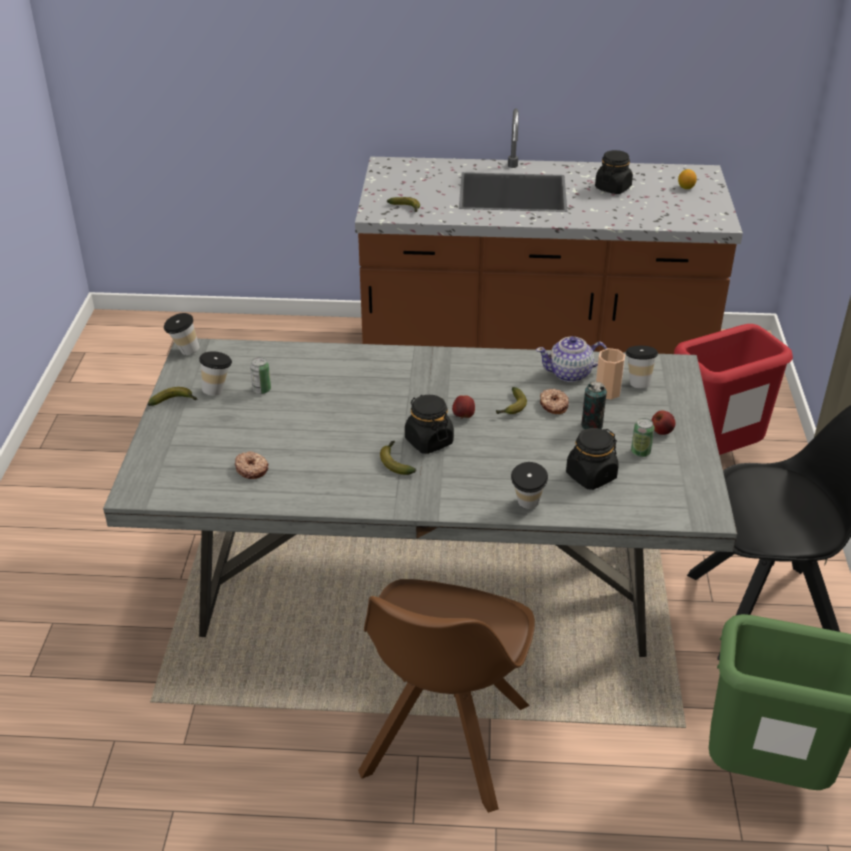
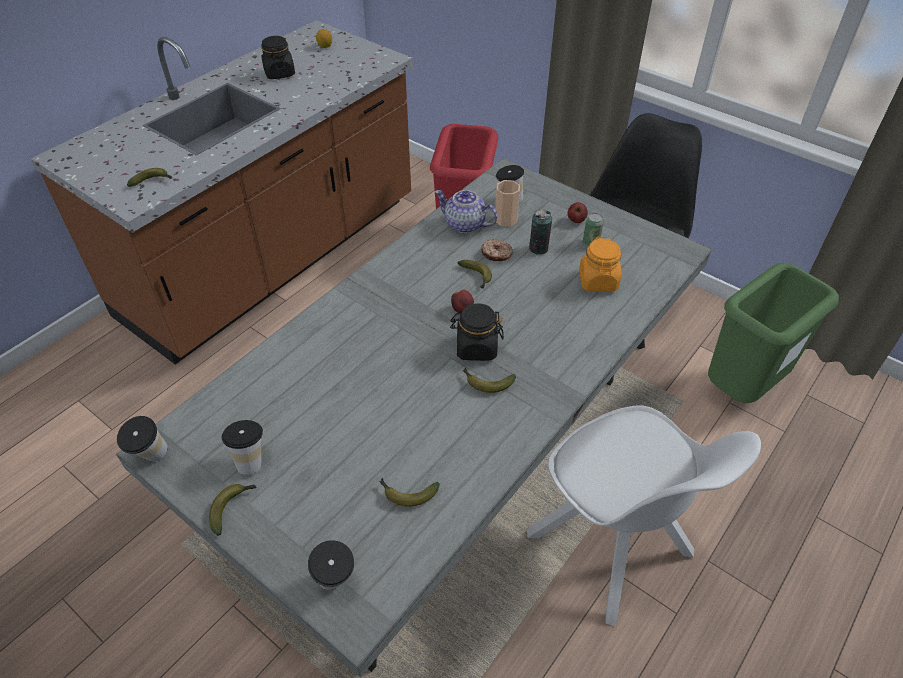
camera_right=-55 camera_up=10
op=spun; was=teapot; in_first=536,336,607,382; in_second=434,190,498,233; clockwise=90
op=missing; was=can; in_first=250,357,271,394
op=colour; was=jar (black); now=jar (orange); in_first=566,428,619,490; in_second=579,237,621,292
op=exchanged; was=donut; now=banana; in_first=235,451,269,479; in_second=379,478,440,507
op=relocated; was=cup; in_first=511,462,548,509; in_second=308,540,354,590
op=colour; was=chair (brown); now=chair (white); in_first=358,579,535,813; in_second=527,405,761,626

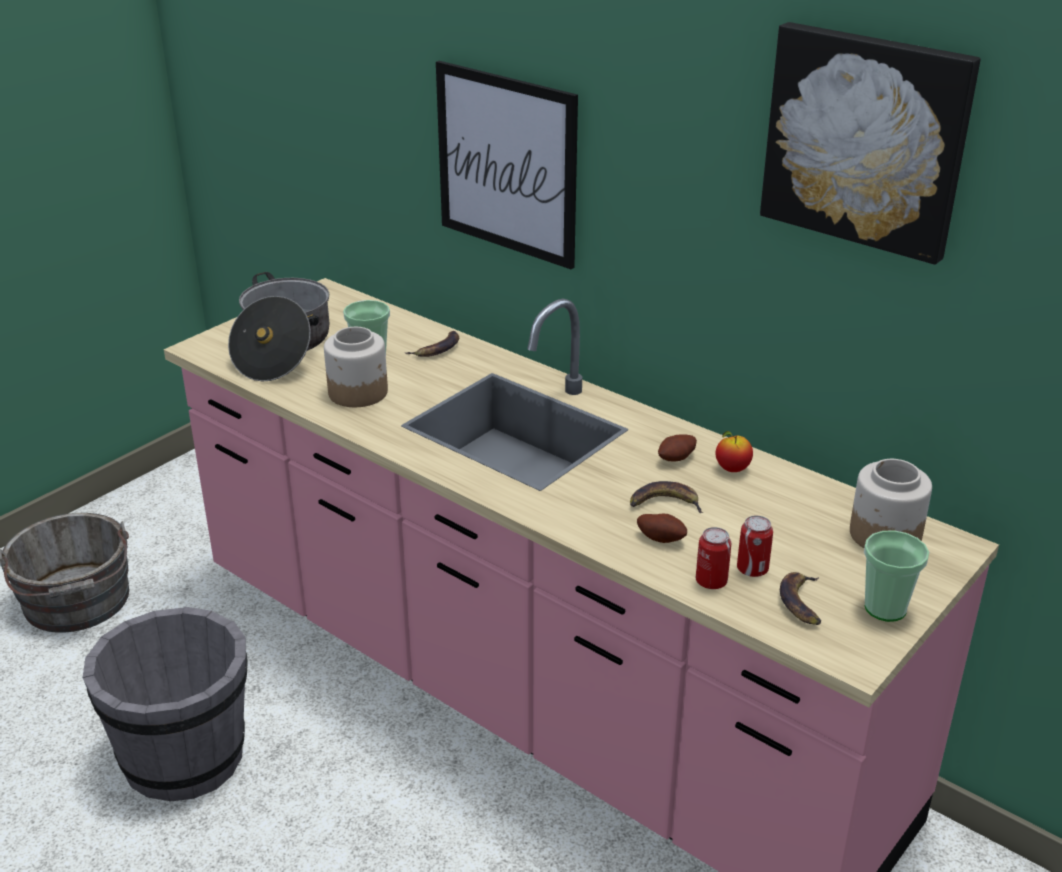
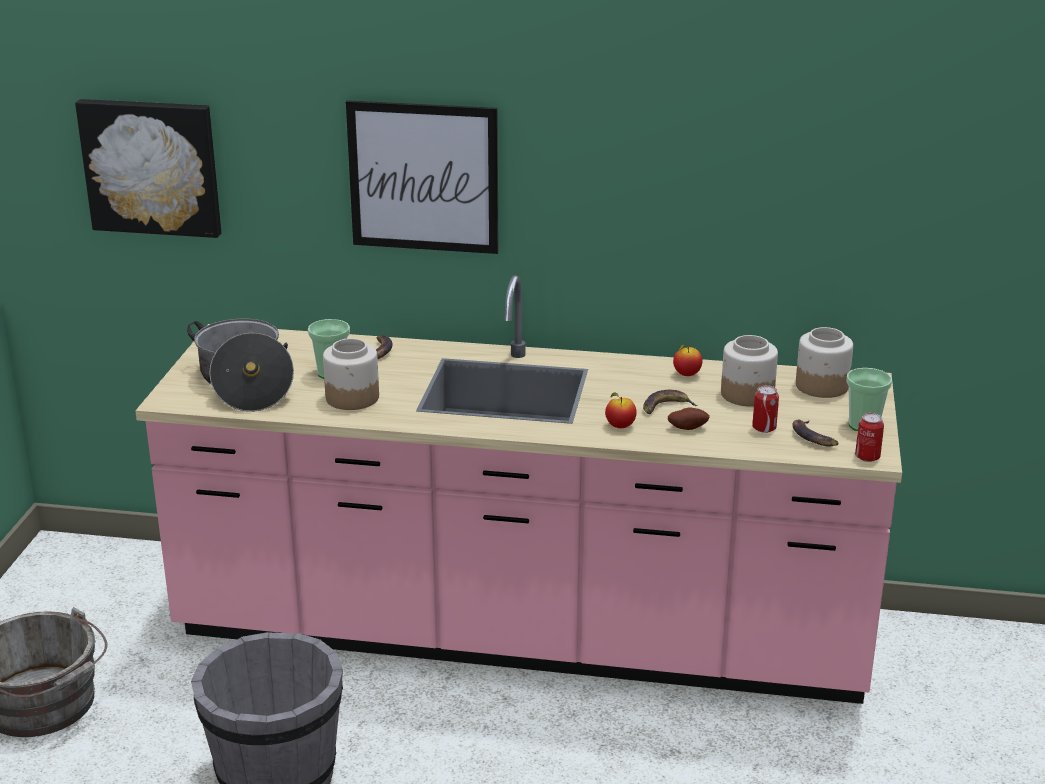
camera_right=-30 camera_up=-5
op=relocated; was=picture; in_first=760,22,981,265; in_second=75,99,221,238
op=missing; was=potato; in_first=658,434,697,461
op=relocated; was=can; in_first=696,527,731,589; in_second=855,413,884,462
op=appeared; now=jar; in_second=721,335,778,406
op=appeared; now=apple; in_second=605,392,637,428

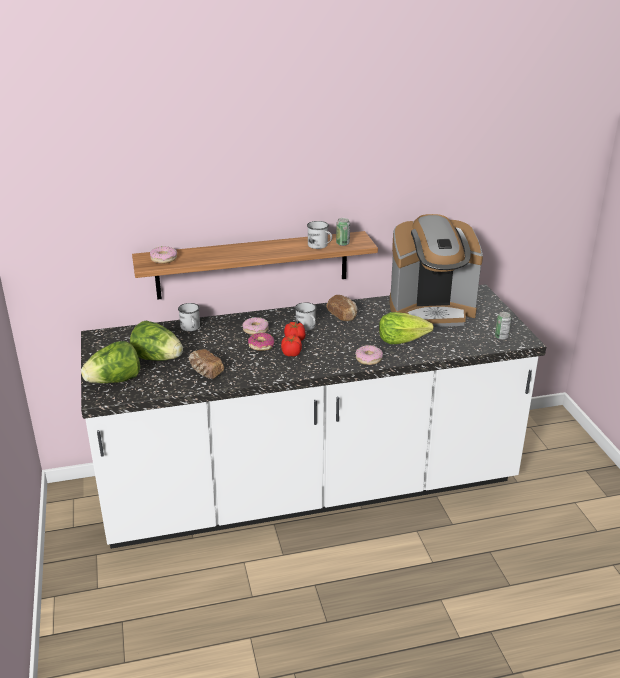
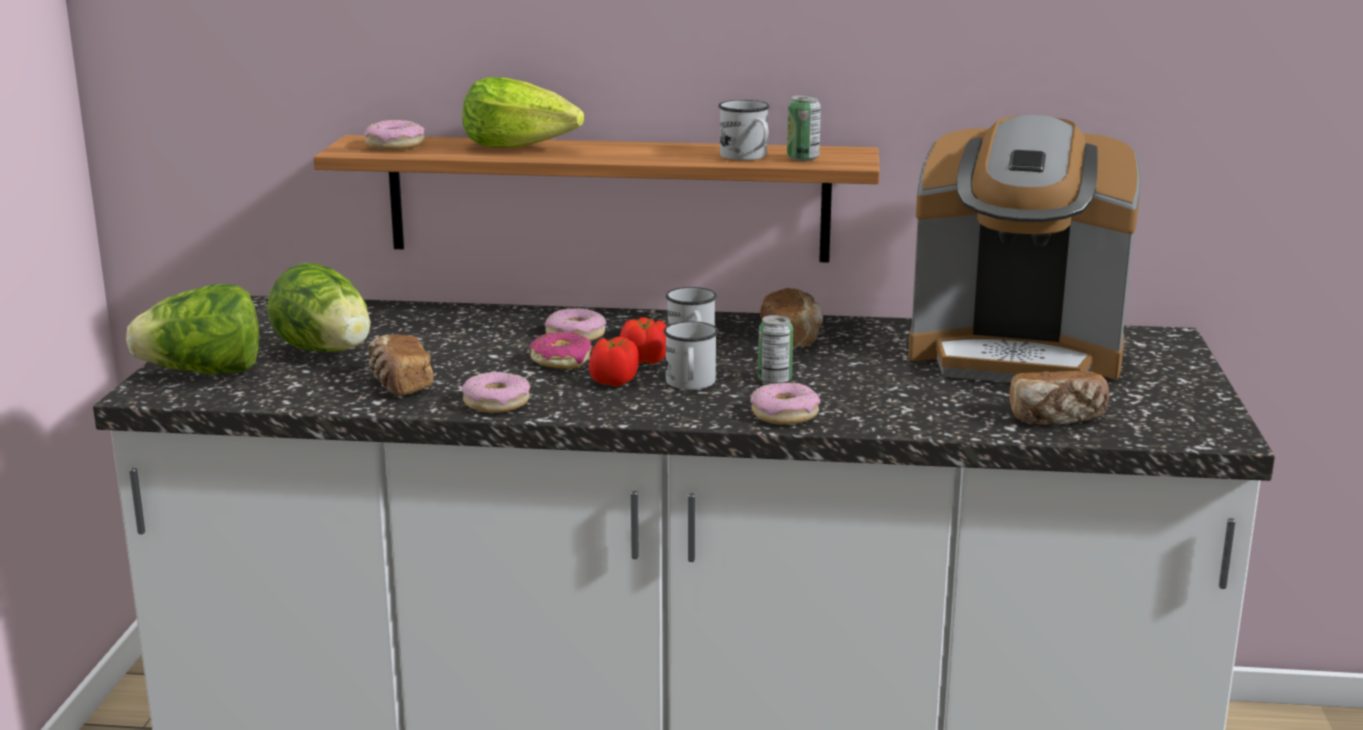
camera_right=20 camera_up=-10
op=relocated; was=mug (white); in_first=178,303,200,331; in_second=663,321,718,390
op=relocated; was=lettuce; in_first=379,312,434,344; in_second=463,77,584,148
op=relocated; was=can; in_first=495,312,511,340; in_second=758,315,793,384
op=appeared; now=bread; in_second=1009,371,1109,425
op=appeared; now=donut; in_second=462,372,530,413

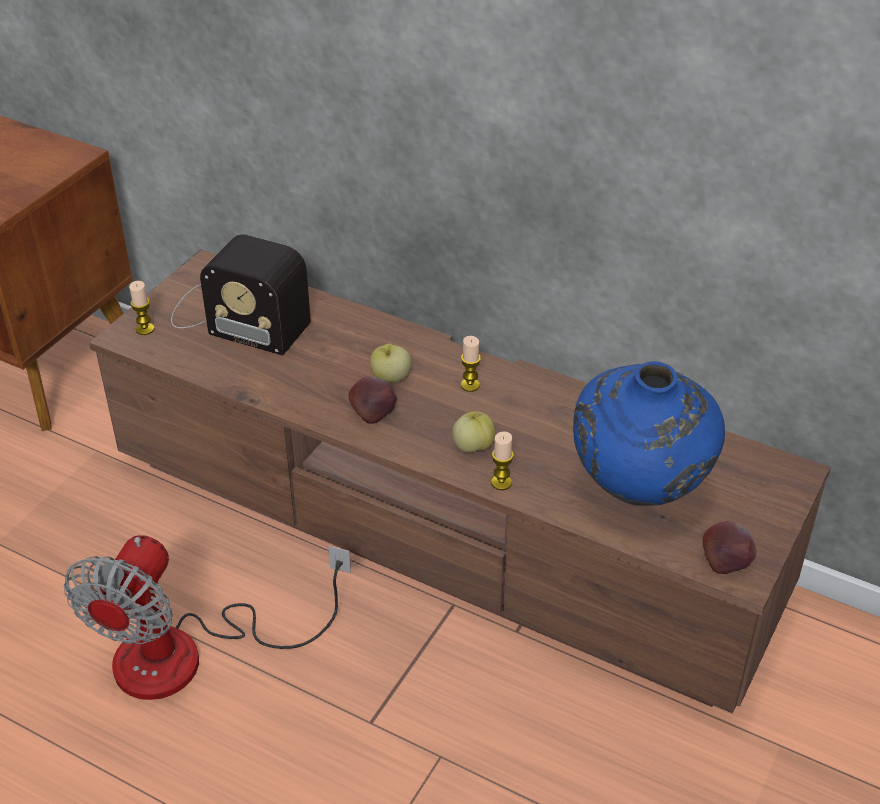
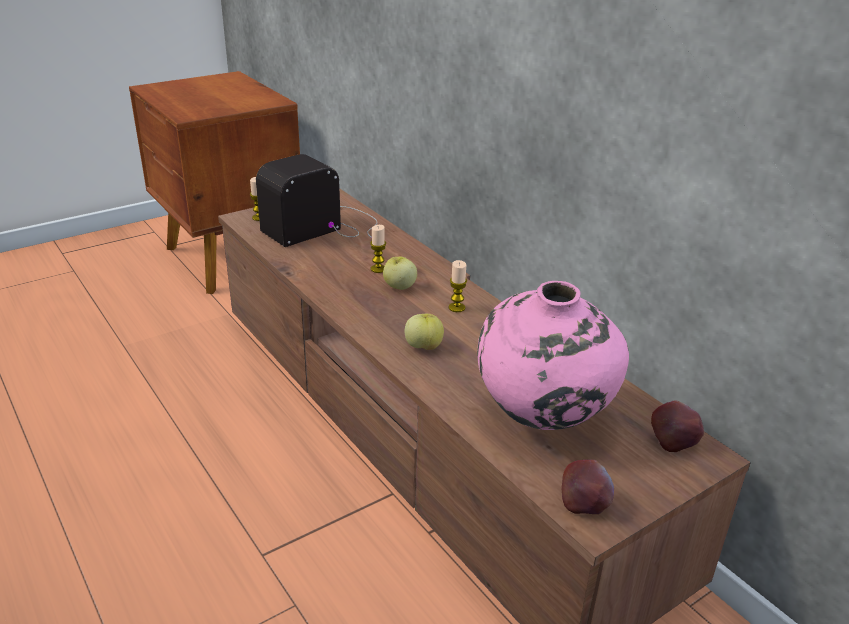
camera_right=25 camera_up=-10
op=spun; was=radio; in_first=171,234,311,356; in_second=256,154,377,247; clockwise=90
op=colour; was=vase (blue); now=vase (pink); in_first=573,361,725,506; in_second=477,281,629,430
op=relocated; was=apple; in_first=349,376,397,424; in_second=651,400,704,452
op=relocated; was=candle; in_first=491,431,514,490; in_second=370,225,386,273
op=missing; was=fan; in_first=64,535,351,700

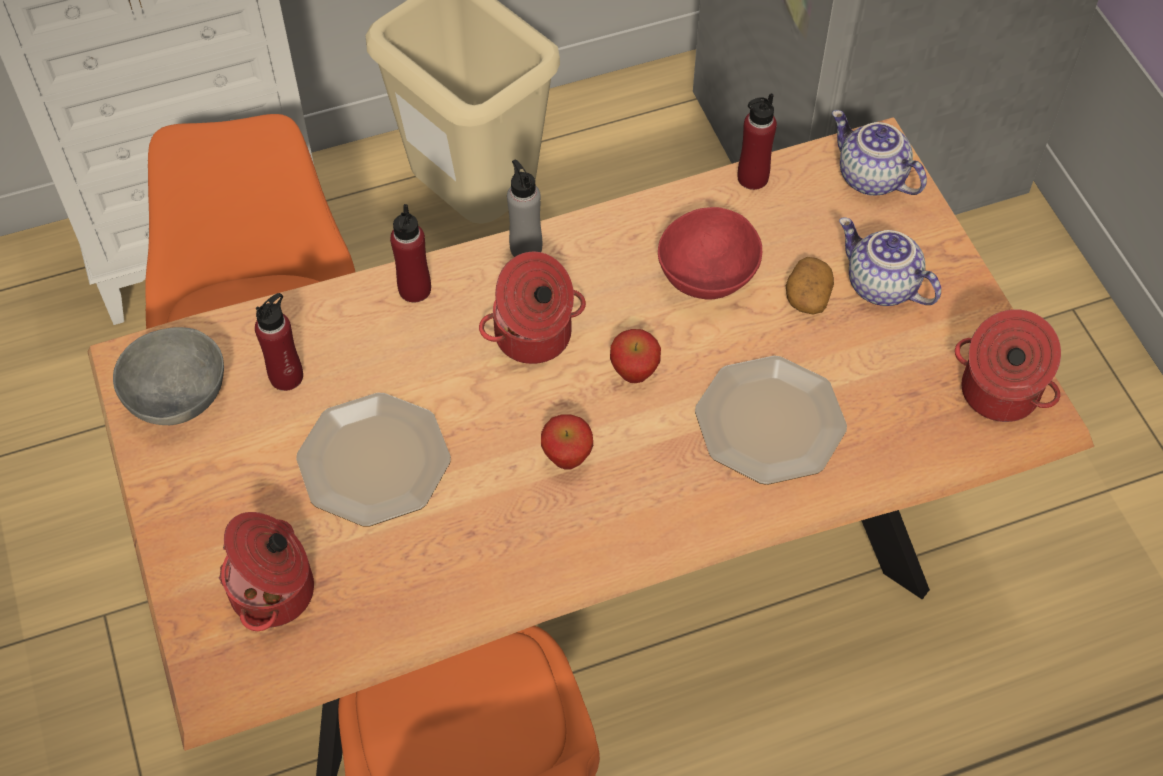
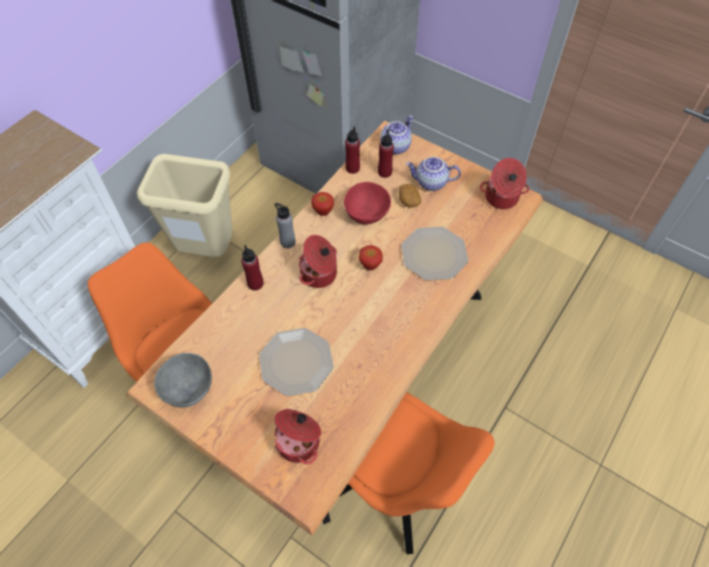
camera_right=-35 camera_up=0
op=spun; was=teapot; in_first=832,110,927,196; in_second=380,115,413,154; clockwise=120
op=relocated; was=bottle (red); in_first=255,293,303,391; in_second=378,129,394,178
op=relocated; was=apple; in_first=541,414,593,470; in_second=311,192,334,216

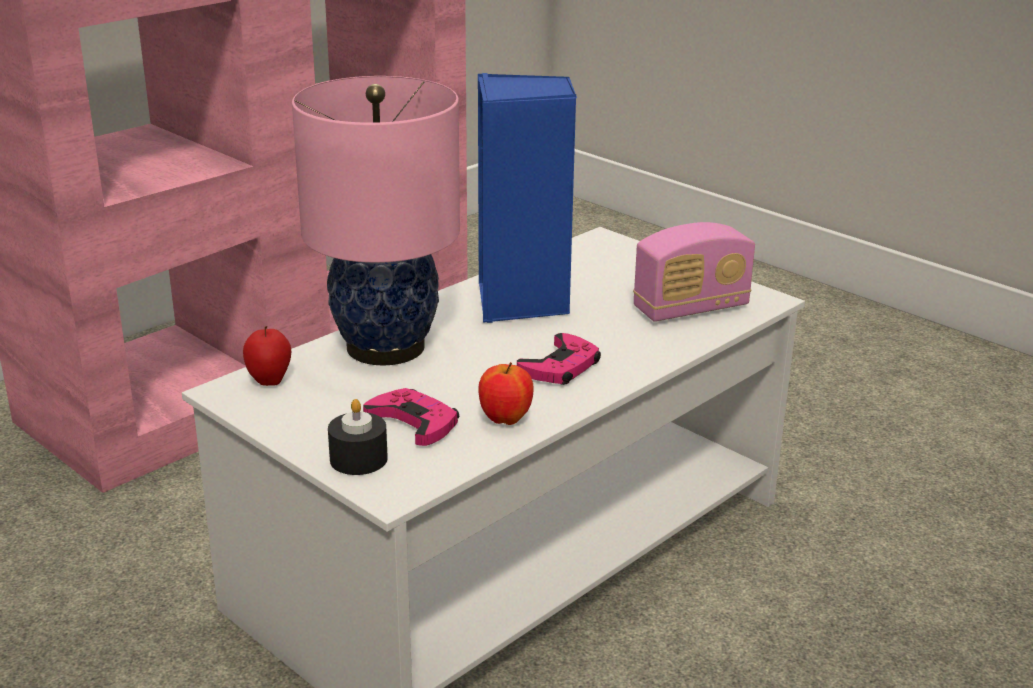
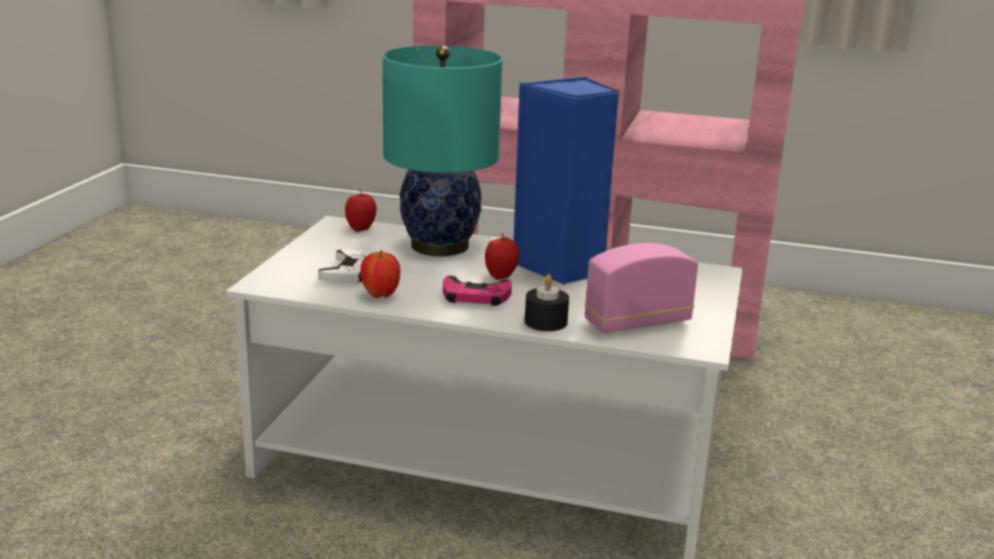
camera_right=60 camera_up=-5
op=colour; was=table lamp (pink); now=table lamp (turquoise); in_first=292,76,460,365; in_second=383,46,503,256
op=spun; was=radio; in_first=633,222,755,322; in_second=585,243,698,333; clockwise=120
op=colour; was=game controller (pink); now=game controller (white); in_first=363,388,459,446; in_second=318,249,370,282
op=relocated; was=candle (black); in_first=328,399,388,475; in_second=525,274,569,331
op=appeared; now=apple; in_second=485,233,520,280

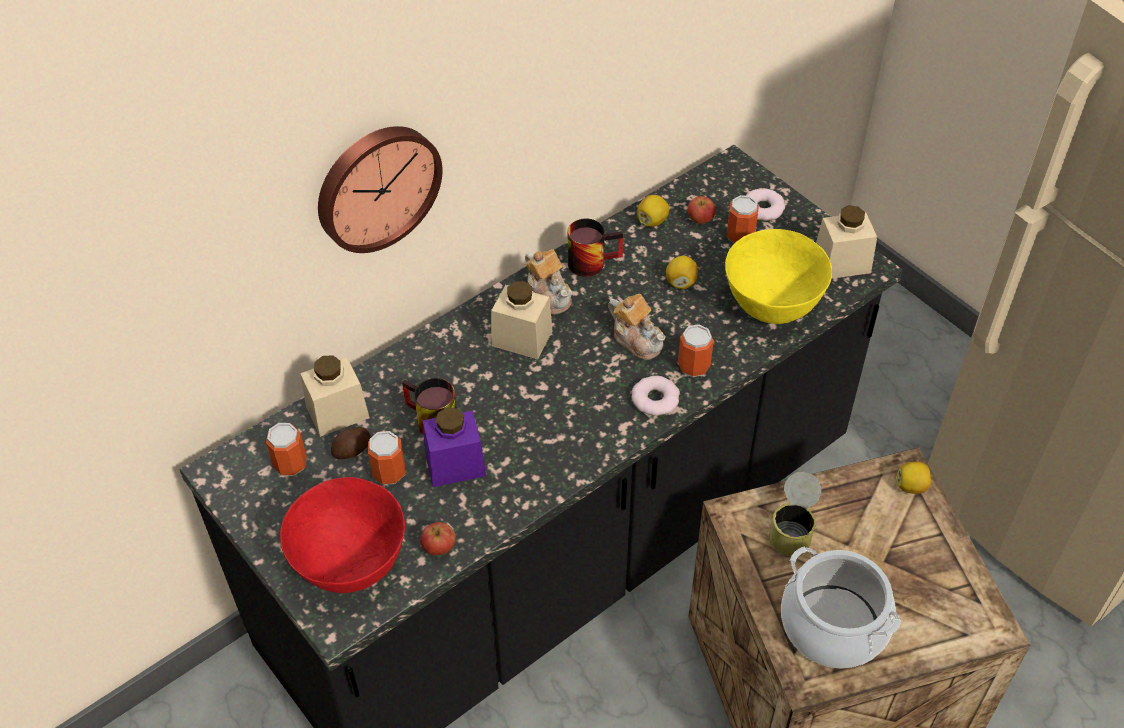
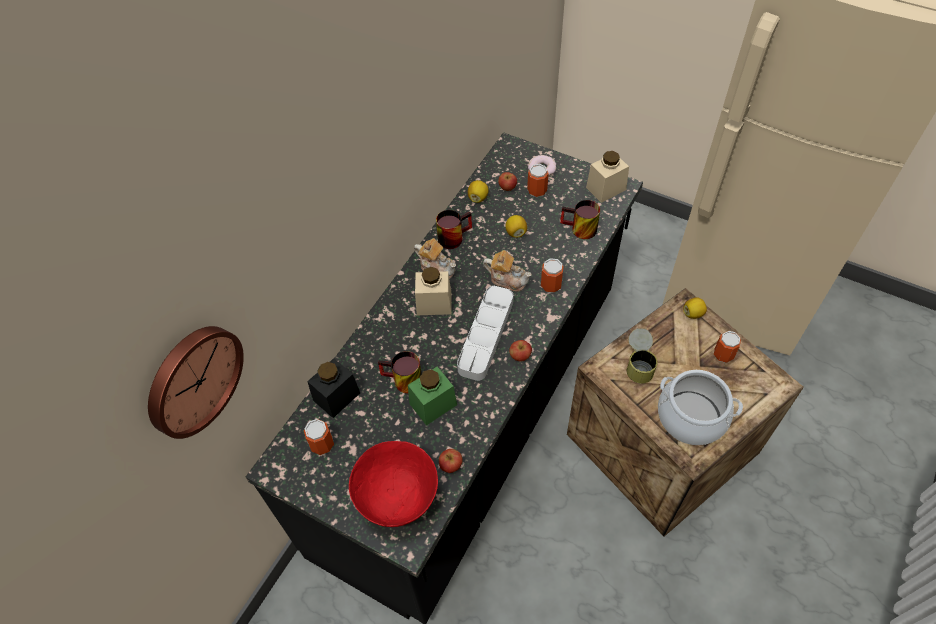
camera_right=-20 camera_up=5
op=relocated; was=wall clock; in_first=318,126,443,253; in_second=148,326,244,439
op=exchanged; was=bowl (yellow); now=mug; in_first=725,229,832,324; in_second=560,200,600,239
op=colour; was=jar (beige); now=jar (black); in_first=300,355,370,437; in_second=307,358,360,418
op=missing; was=donut; in_first=631,376,680,416
op=colour; was=jar (purple); now=jar (green); in_first=423,407,486,487; in_second=408,367,457,425
op=missing; was=potato; in_first=331,427,370,459
op=relocated; was=can; in_first=368,431,405,485; in_second=714,331,741,363
op=appeared; now=tray (grey); in_second=457,286,513,381
op=appeared; now=apple; in_second=509,340,532,362

